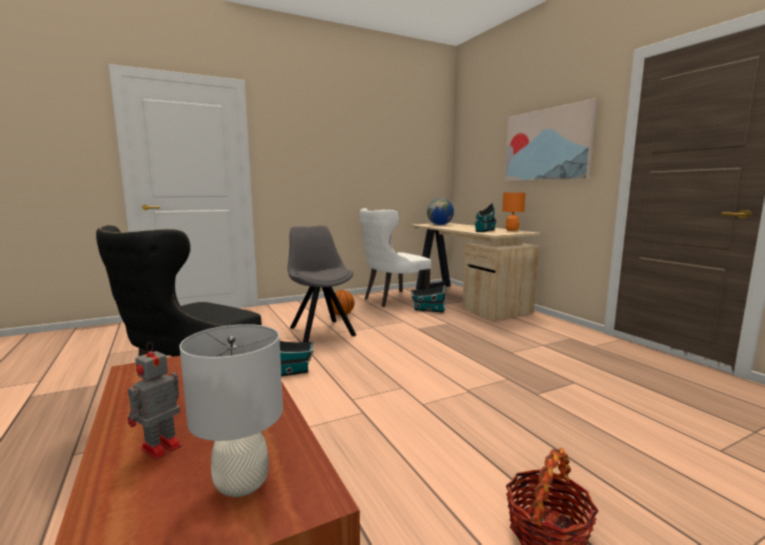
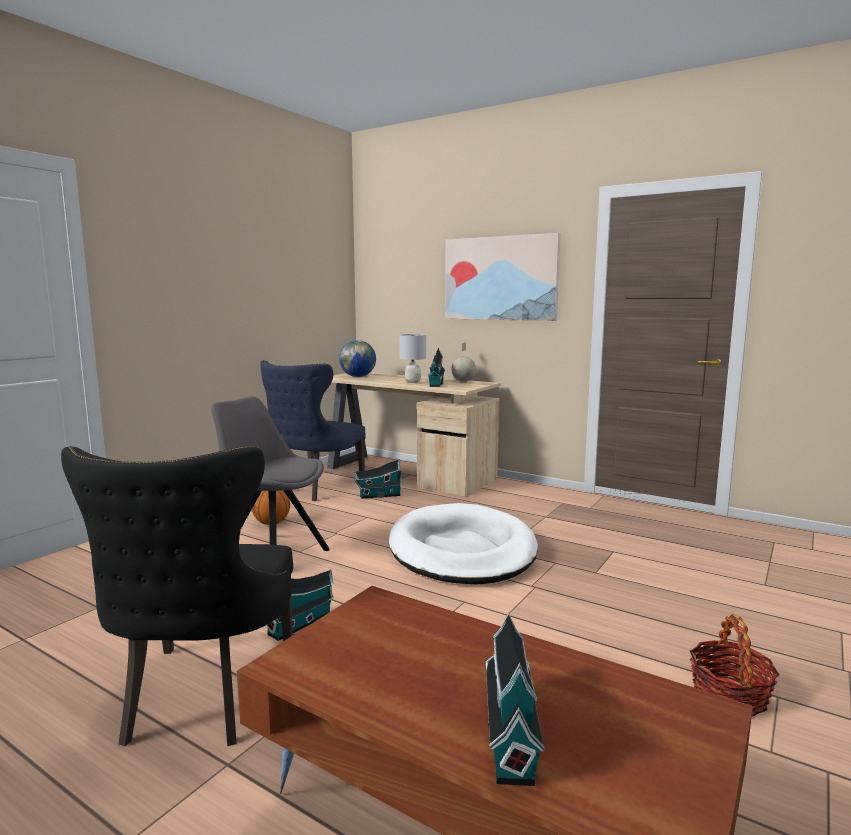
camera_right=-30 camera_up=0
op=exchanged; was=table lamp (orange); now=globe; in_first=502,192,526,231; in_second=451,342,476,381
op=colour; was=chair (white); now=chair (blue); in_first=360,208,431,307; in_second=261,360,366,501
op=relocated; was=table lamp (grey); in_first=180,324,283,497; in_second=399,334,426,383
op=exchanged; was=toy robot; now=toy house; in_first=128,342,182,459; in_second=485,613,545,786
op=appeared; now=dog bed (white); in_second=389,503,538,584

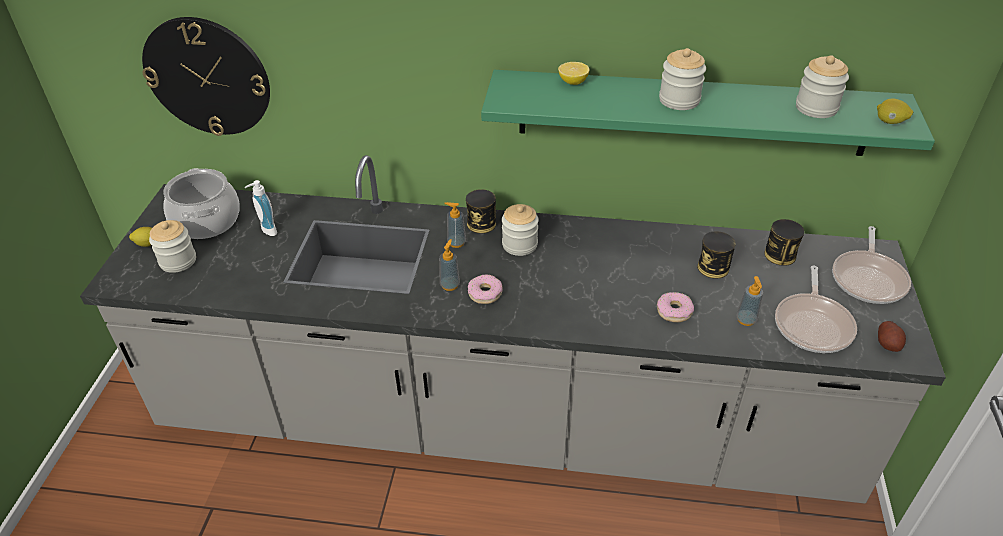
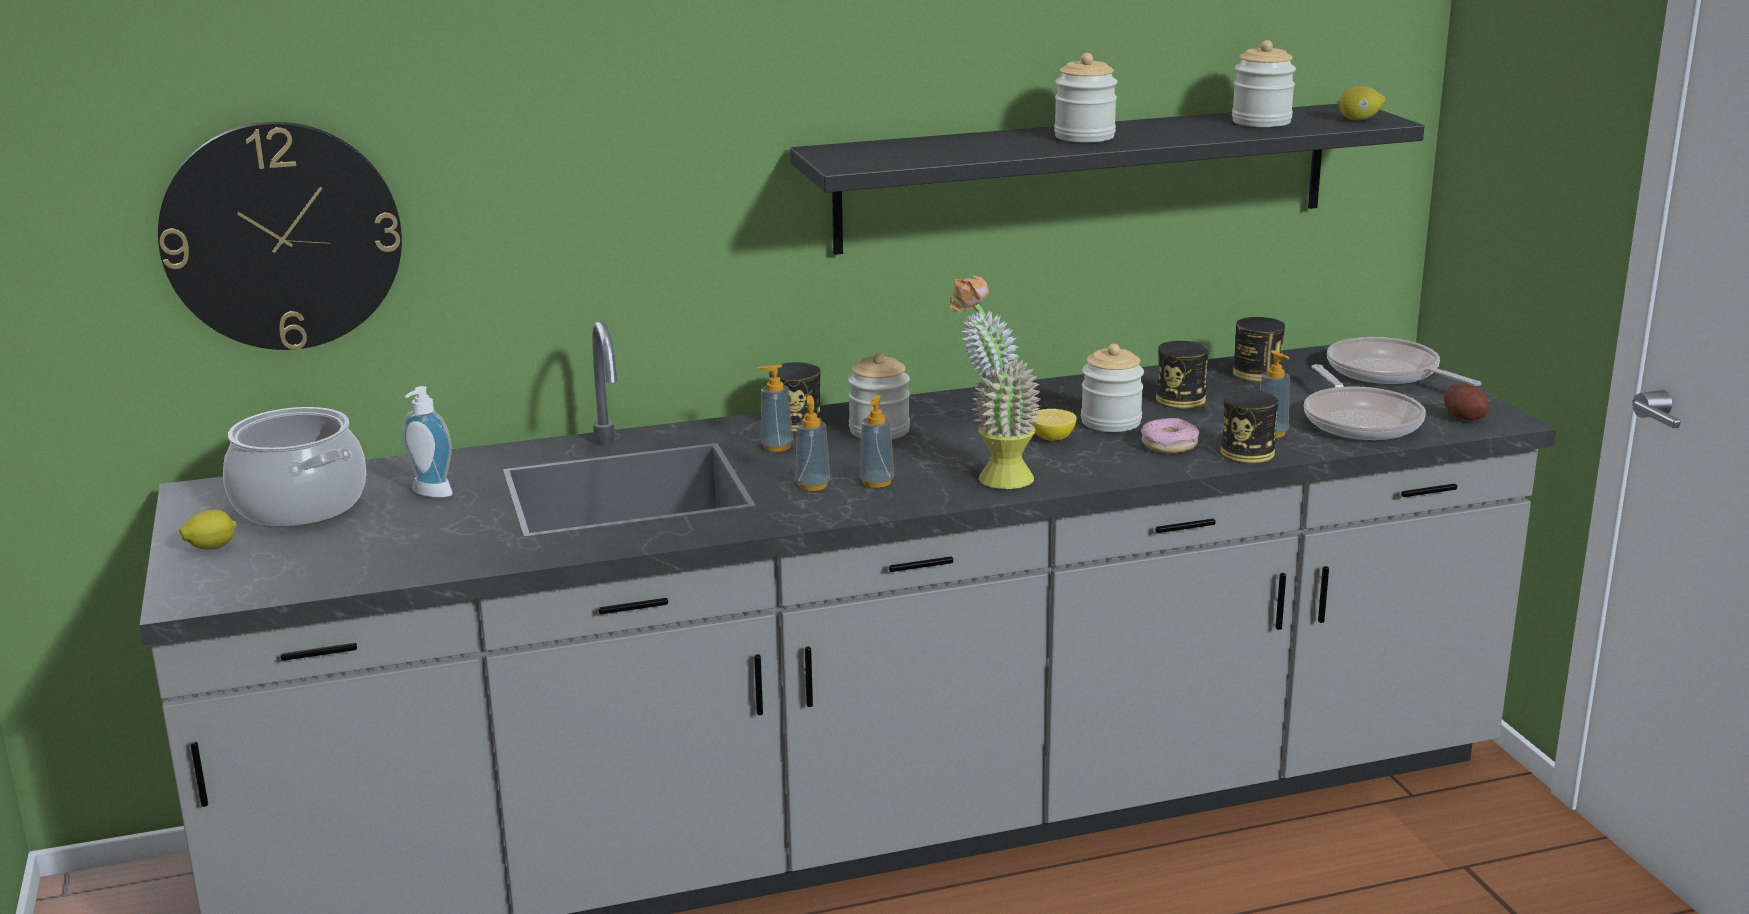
camera_right=-25 camera_up=-20
op=relocated; was=lemon; in_first=558,62,589,85; in_second=1031,409,1077,441
op=colour; was=shelf (green); now=shelf (black); in_first=481,70,935,156; in_second=790,104,1425,255
op=relocated; was=jar; in_first=149,220,196,273; in_second=1081,344,1144,432
op=spun; was=frying pan; in_first=832,226,911,304; in_second=1327,337,1481,386; clockwise=150
op=exchanged; was=donut; now=soap dispenser; in_first=468,274,503,304; in_second=860,395,894,488
op=appeared; now=potted plant; in_second=950,276,1041,489
op=appeared; now=can; in_second=1220,389,1279,464

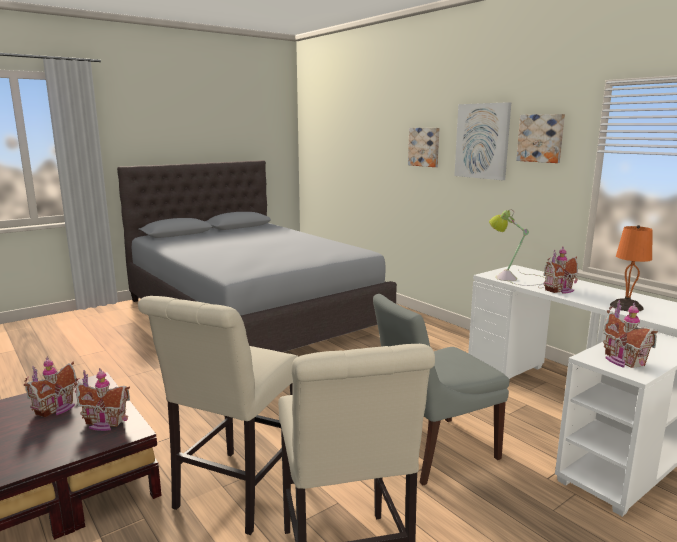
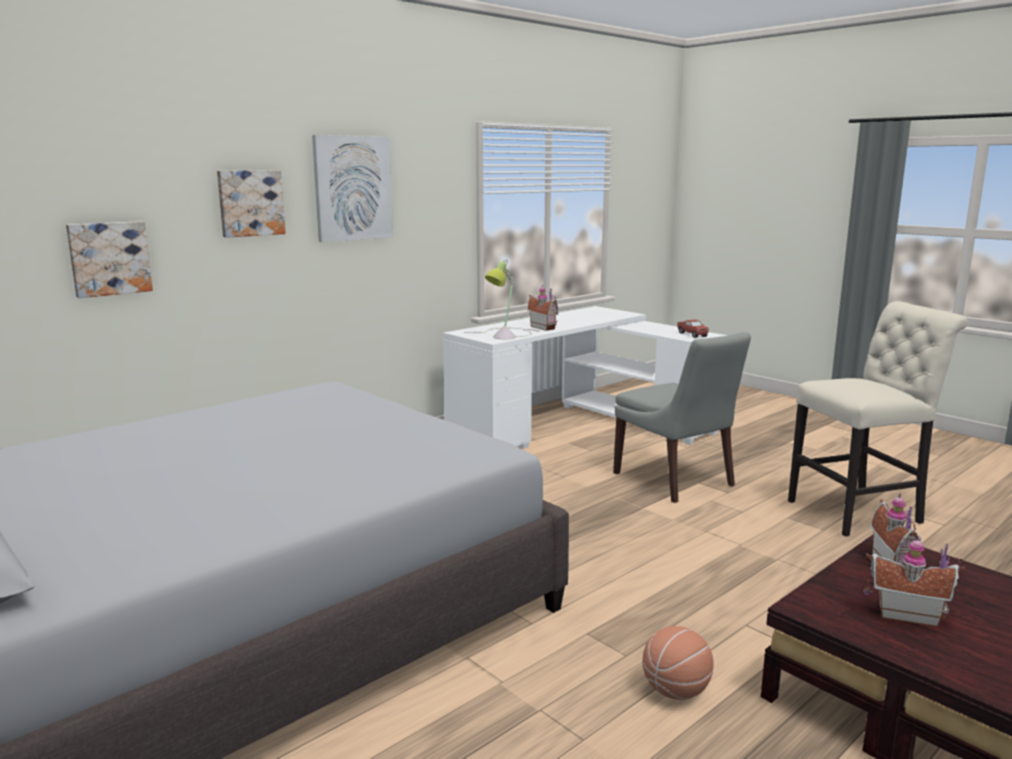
camera_right=-95 camera_up=0
op=relocated; was=picture; in_first=516,114,565,163; in_second=66,221,153,298
op=missing; was=table lamp (orange); in_first=610,225,653,311
op=missing; was=stool (beige); in_first=138,296,299,535
op=exchanged; was=toy house; now=toy truck; in_first=603,300,658,368; in_second=677,320,709,338
op=appeared; now=basketball; in_second=643,626,714,700

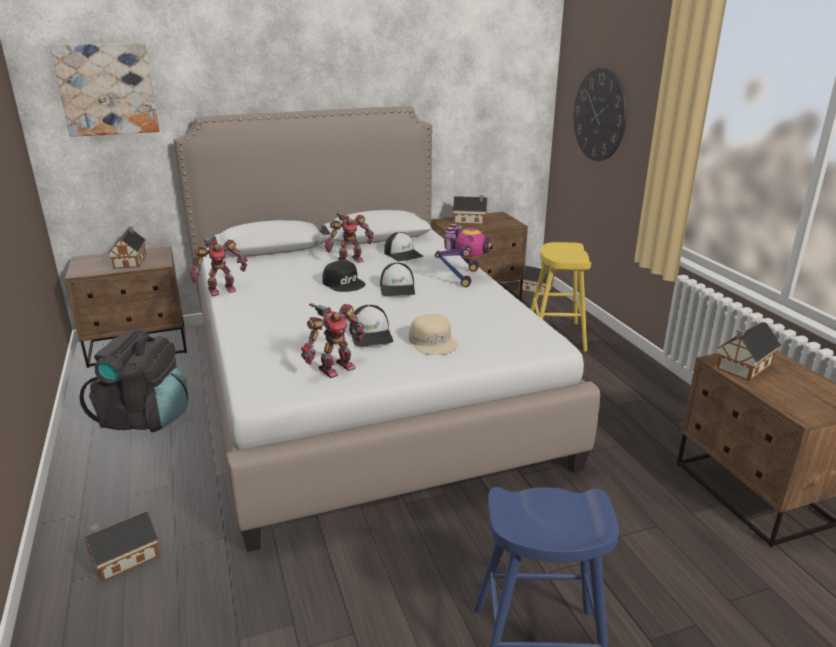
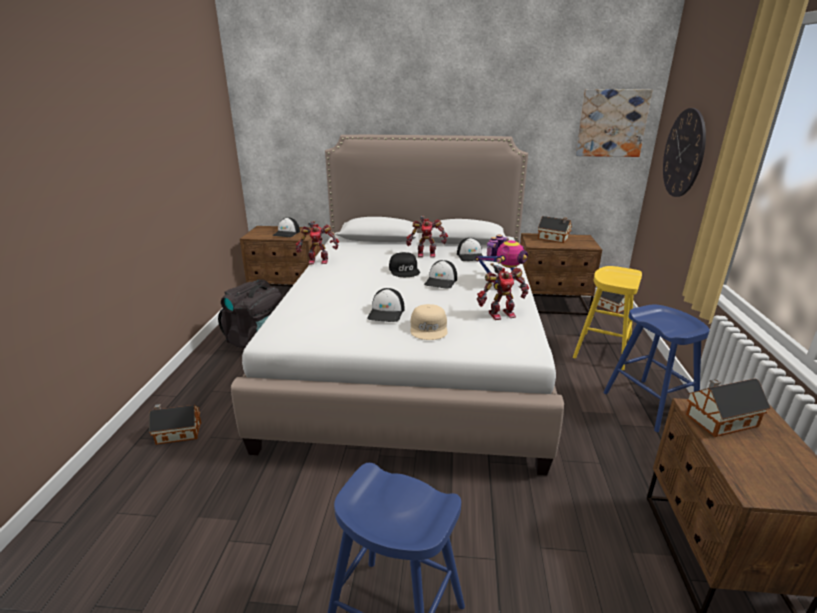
camera_right=25 camera_up=0
op=relocated; was=picture; in_first=50,43,159,137; in_second=575,89,653,157
op=exchanged; was=toy house; now=cap; in_first=108,226,146,269; in_second=272,217,300,237
op=relocated; was=toy robot; in_first=301,303,365,378; in_second=477,263,529,320
op=appeared; now=stool (blue); in_second=603,305,710,432

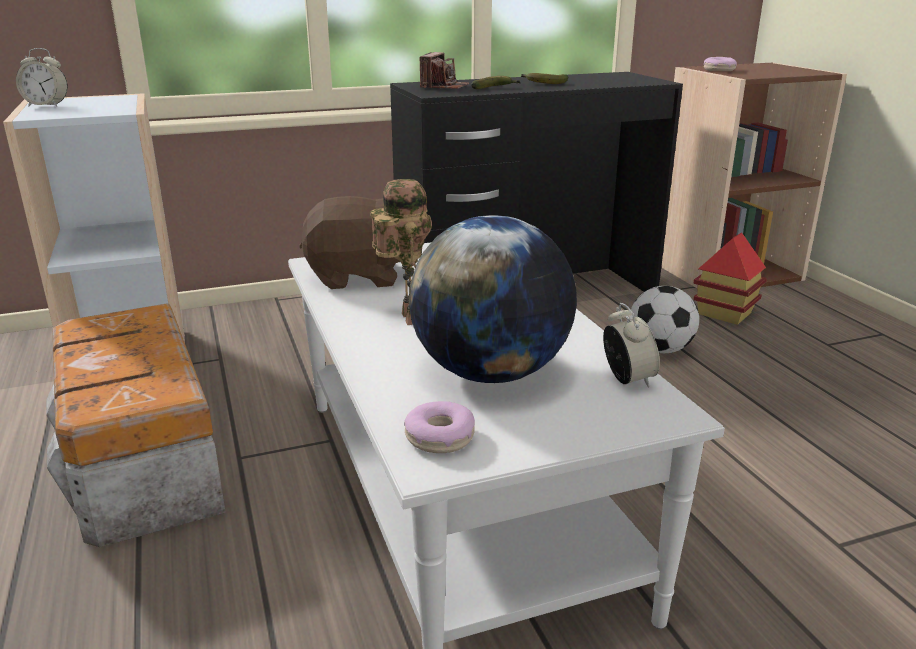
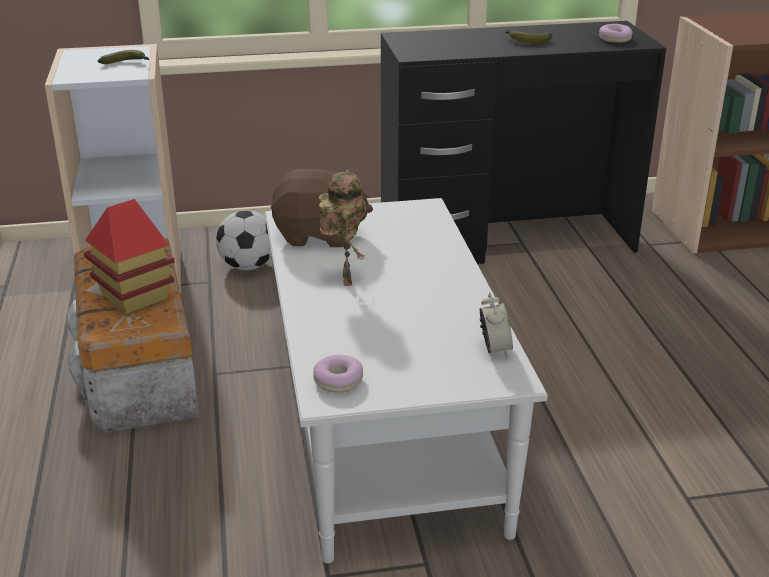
camera_right=10 camera_up=5
op=missing; was=alarm clock; in_first=16,48,68,107
op=missing; was=photo camera; in_first=420,52,469,89
op=relocated; was=donut; in_first=704,57,737,71; in_second=599,24,633,43
op=relocated; was=banana; in_first=471,76,520,89; in_second=98,50,149,64
op=missing; was=globe; in_first=409,215,577,383
op=relocated; was=toy house; in_first=693,232,767,325; in_second=84,199,175,314
op=relocated; was=football; in_first=629,286,699,353; in_second=216,210,272,270

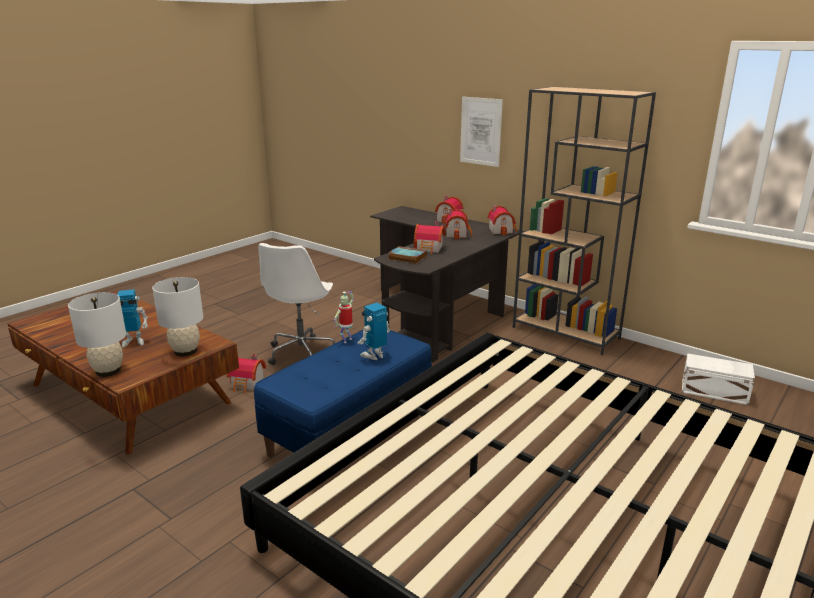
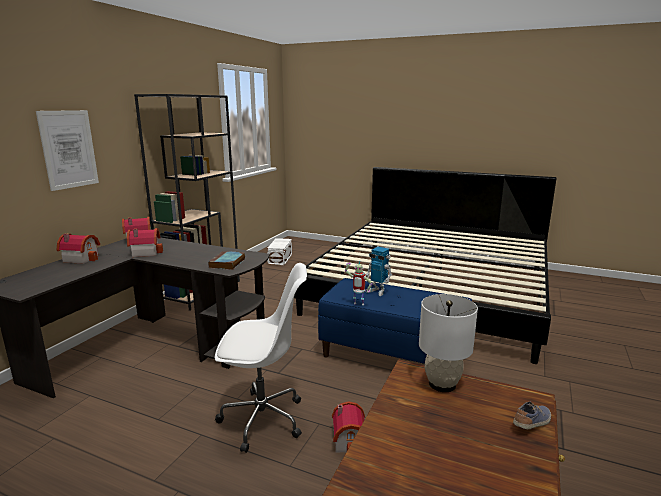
camera_right=-105 camera_up=-5
op=missing; was=toy house; in_first=414,221,445,254
op=missing; was=toy robot; in_first=117,289,148,347
op=exchanged; was=table lamp (white); now=shoe; in_first=68,292,126,377; in_second=513,401,551,429

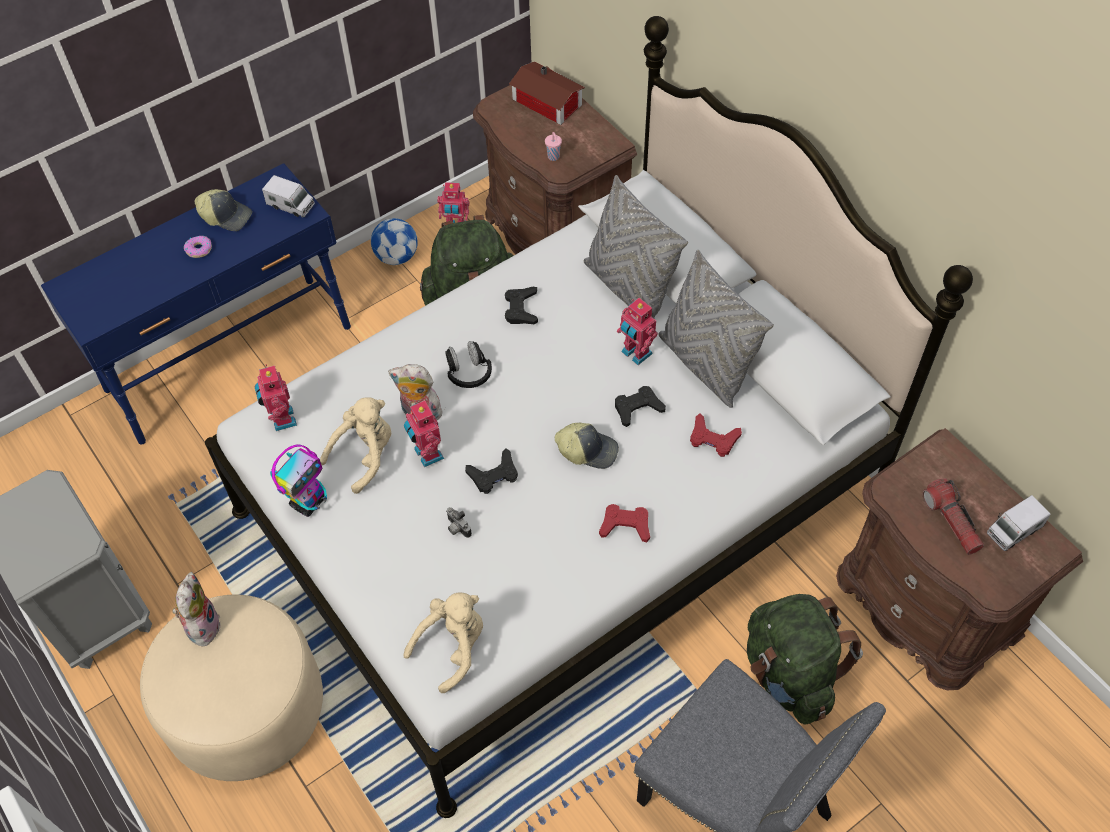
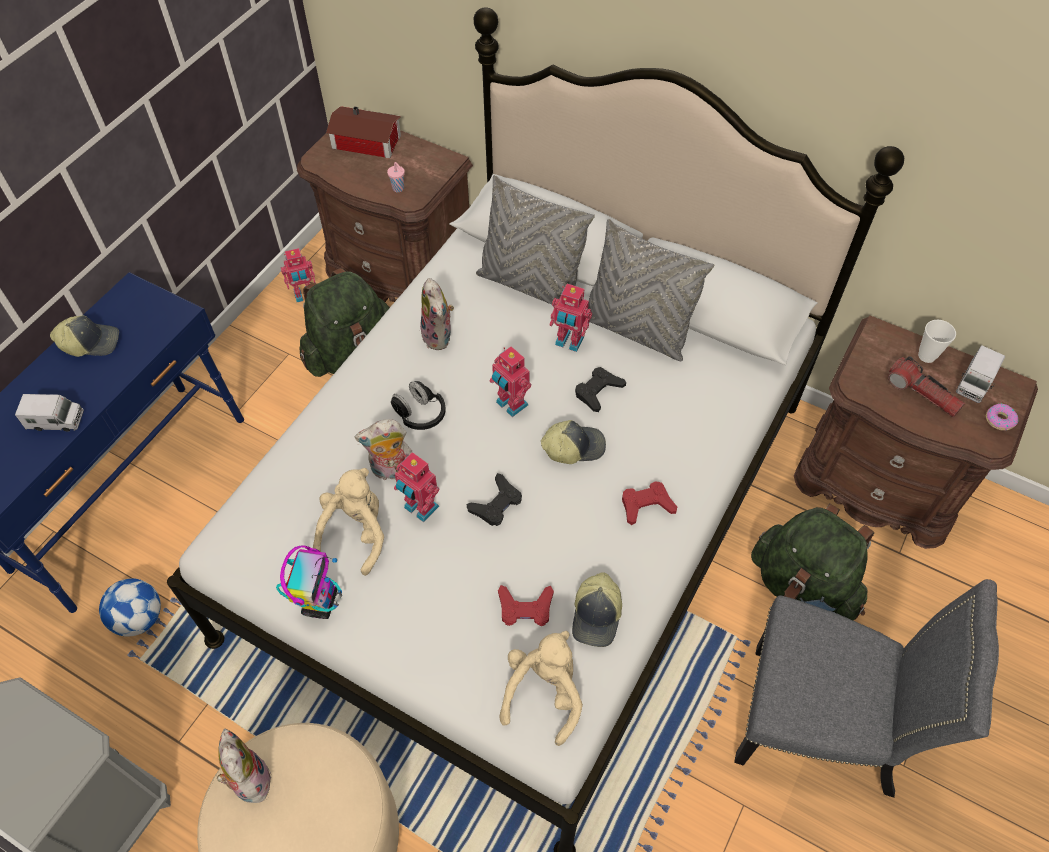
camera_right=-25 camera_up=0
op=relocated; was=toy truck; in_first=262,175,315,218; in_second=15,394,84,432
op=relocated; was=football; in_first=371,218,418,265; in_second=99,578,161,637
op=relocated; was=donut; in_first=184,236,212,258; in_second=986,404,1018,431
op=exchanged; was=game controller (black); now=plush toy; in_first=505,287,538,324; in_second=420,278,454,350
op=relocated; was=toy robot; in_first=255,365,297,431; in_second=490,346,531,417
op=relocated; was=game controller (red); in_first=690,413,742,457; in_second=498,585,554,626
op=missing; was=photo camera; in_first=446,507,472,538
op=appeared; now=cup; in_second=918,320,956,363
op=appeared; now=cap; in_second=572,572,622,647

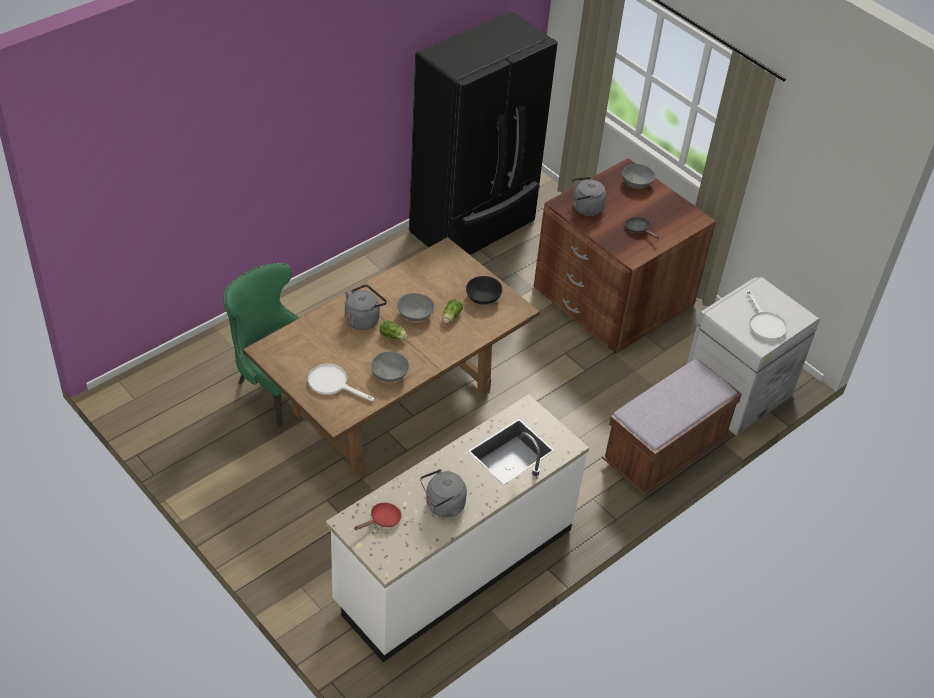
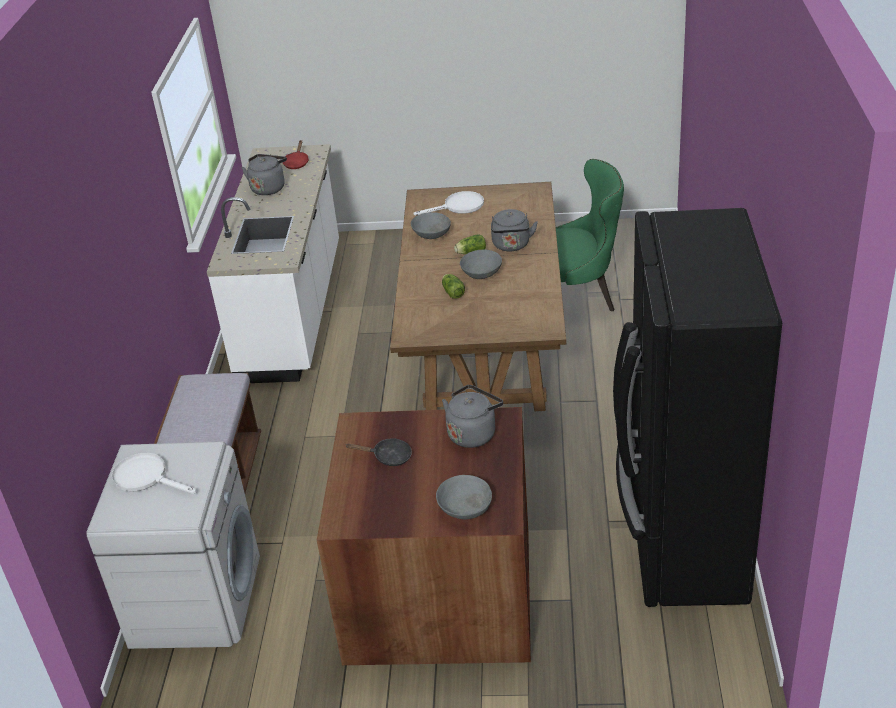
camera_right=140 camera_up=-10
op=missing; was=bowl (black); in_first=466,276,502,305

